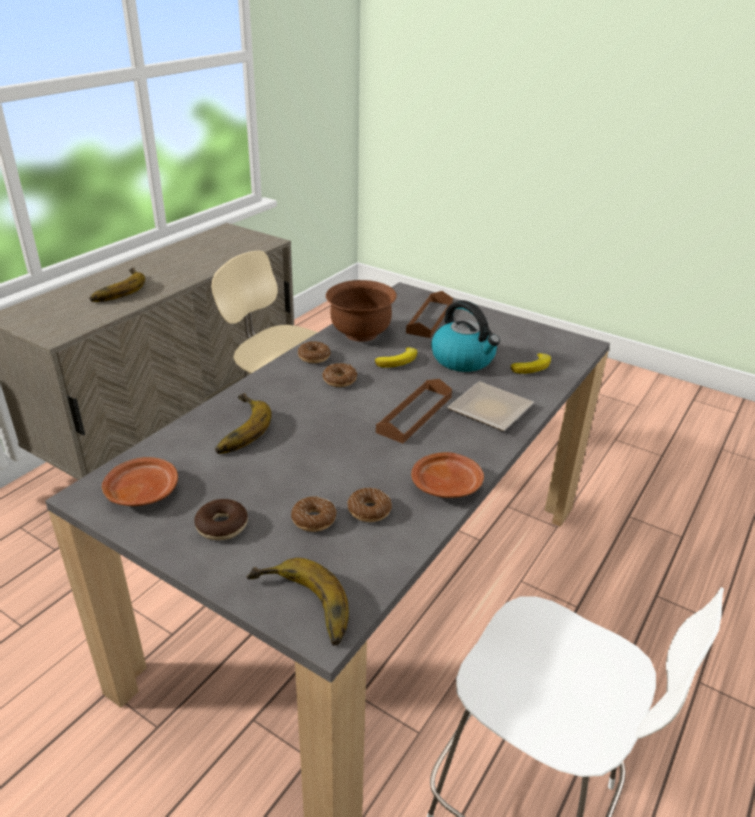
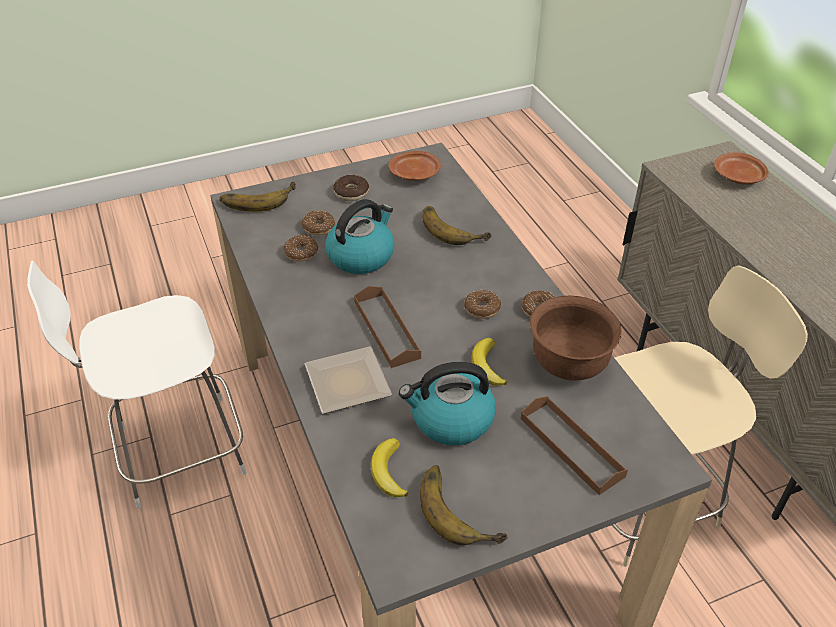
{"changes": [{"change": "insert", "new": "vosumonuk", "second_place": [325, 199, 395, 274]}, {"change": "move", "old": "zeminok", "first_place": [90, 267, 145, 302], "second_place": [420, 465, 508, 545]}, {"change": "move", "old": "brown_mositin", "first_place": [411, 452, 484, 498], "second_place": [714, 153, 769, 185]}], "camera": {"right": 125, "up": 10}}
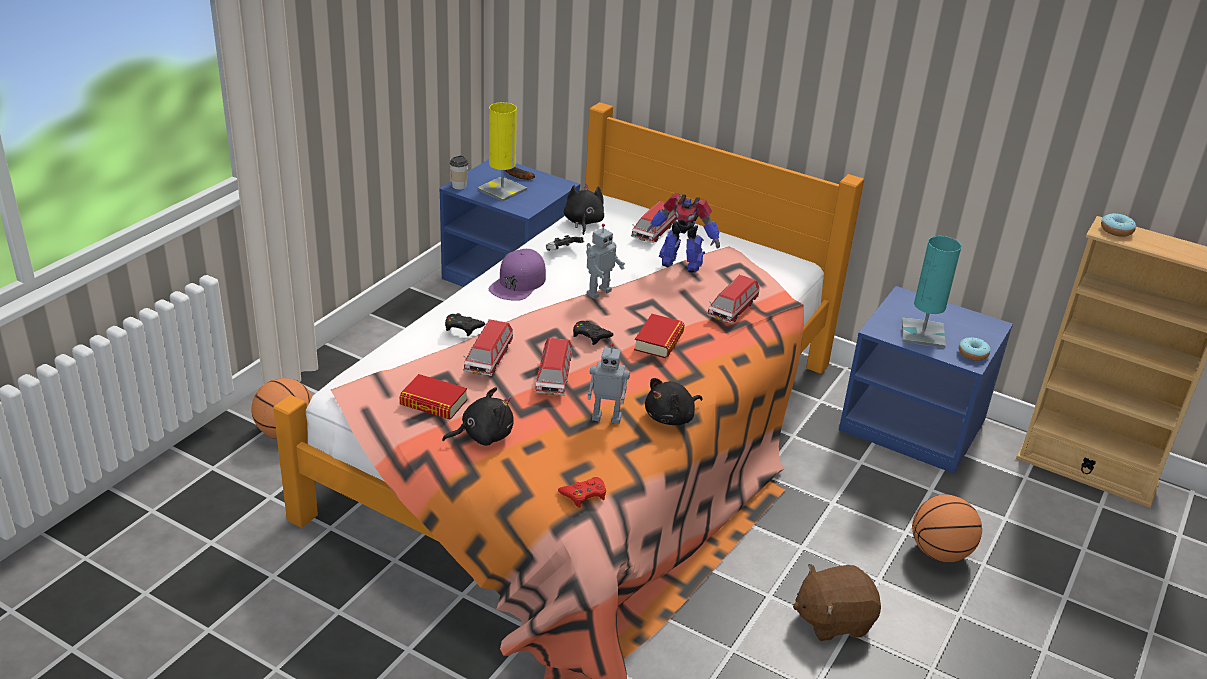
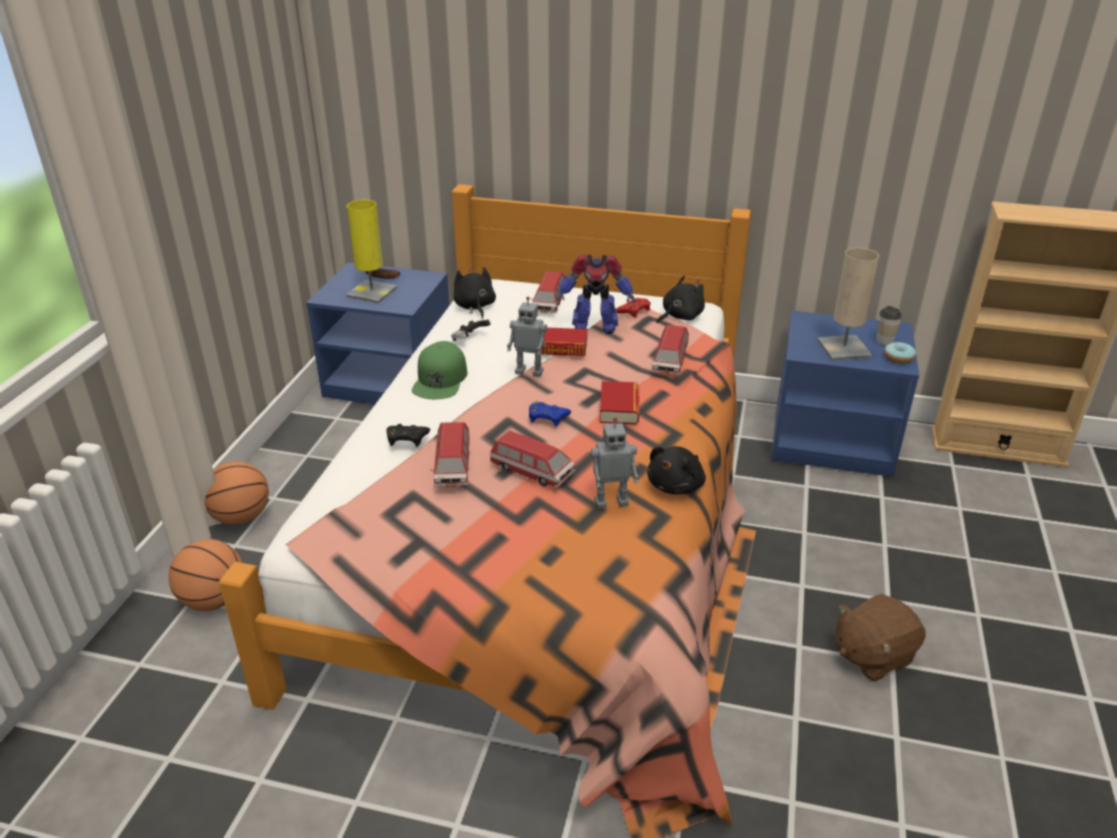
{"changes": [{"change": "move", "old": "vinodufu", "first_place": [912, 494, 982, 563], "second_place": [204, 461, 269, 525]}, {"change": "recolor", "old": "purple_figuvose", "new": "green_figuvose", "first_place": [489, 249, 546, 301], "second_place": [412, 341, 467, 399]}, {"change": "rotate", "old": "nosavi", "first_place": [534, 338, 572, 395], "second_place": [490, 431, 576, 488], "degrees": -45}, {"change": "rotate", "old": "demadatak", "first_place": [586, 224, 625, 299], "second_place": [507, 297, 547, 377], "degrees": 75}, {"change": "recolor", "old": "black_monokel", "new": "blue_monokel", "first_place": [573, 321, 614, 345], "second_place": [529, 402, 571, 427]}, {"change": "move", "old": "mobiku", "first_place": [399, 374, 467, 420], "second_place": [541, 327, 587, 356]}, {"change": "move", "old": "red_monokel", "first_place": [558, 477, 606, 508], "second_place": [615, 298, 651, 318]}, {"change": "move", "old": "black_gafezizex", "first_place": [442, 387, 514, 446], "second_place": [656, 276, 705, 323]}, {"change": "recolor", "old": "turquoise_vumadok", "new": "beige_vumadok", "first_place": [902, 236, 961, 348], "second_place": [817, 248, 879, 360]}, {"change": "move", "old": "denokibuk", "first_place": [450, 156, 469, 190], "second_place": [876, 306, 902, 345]}, {"change": "delete", "old": "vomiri", "first_place": [1101, 213, 1136, 237]}], "camera": {"right": -15, "up": 0}}
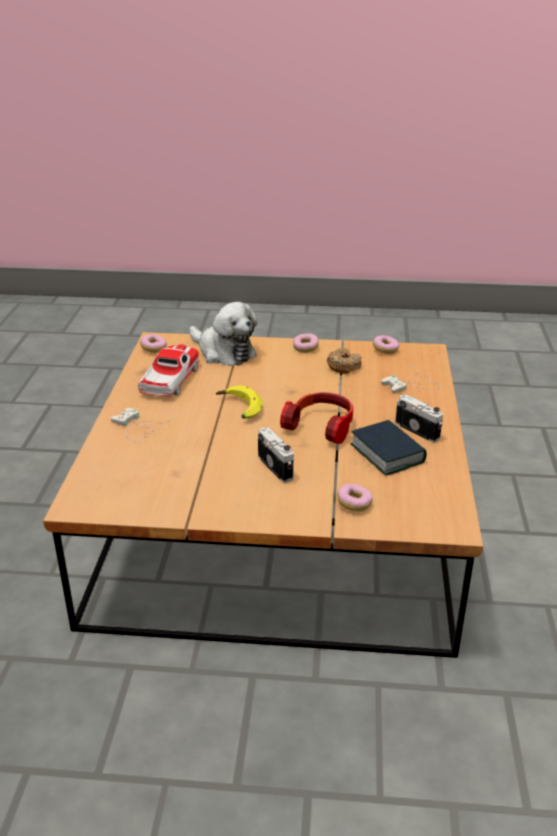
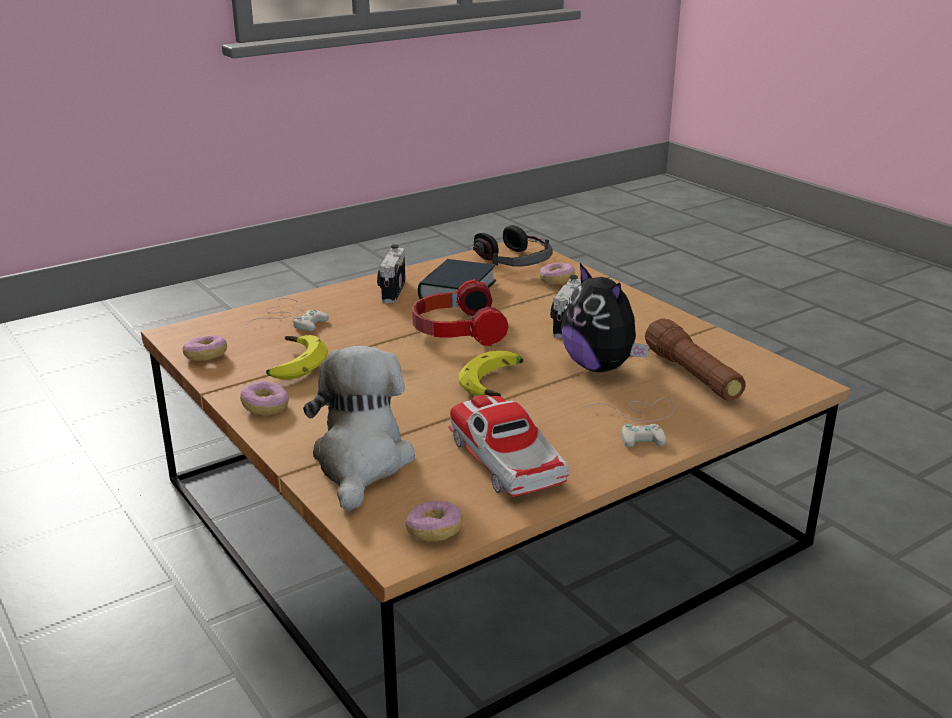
{"changes": [{"change": "replace", "old": "vomiri", "new": "zeminok", "first_place": [327, 348, 362, 374], "second_place": [266, 335, 328, 379]}, {"change": "rotate", "old": "nosavi", "first_place": [138, 344, 200, 397], "second_place": [448, 395, 569, 496], "degrees": 90}, {"change": "insert", "new": "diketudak", "second_place": [473, 225, 553, 267]}, {"change": "insert", "new": "gafezizex", "second_place": [561, 263, 649, 372]}, {"change": "insert", "new": "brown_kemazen", "second_place": [645, 318, 746, 401]}], "camera": {"right": -130, "up": -5}}
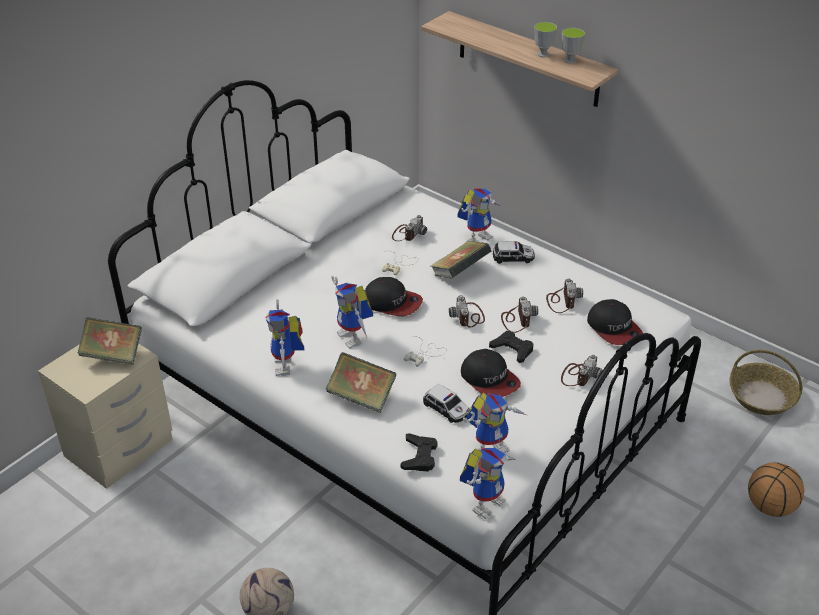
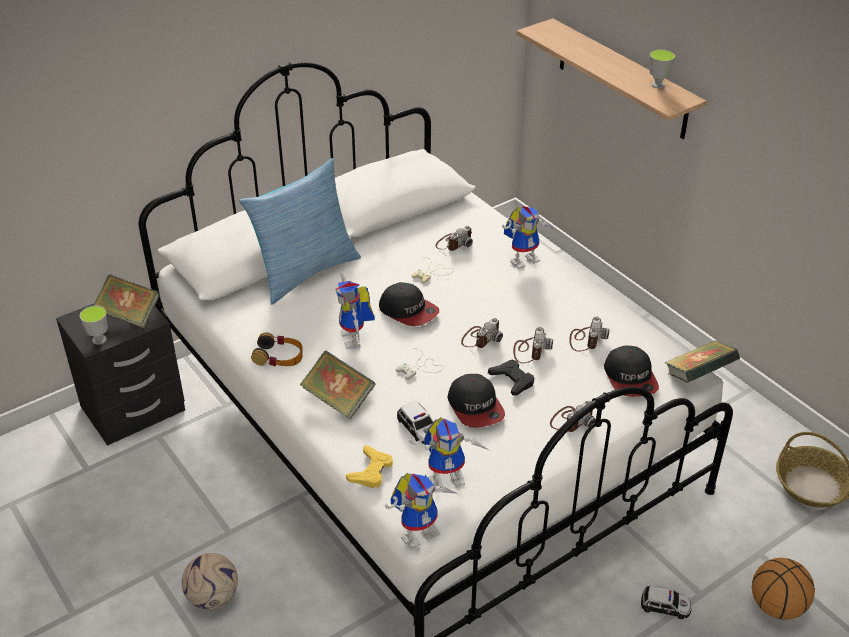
{"changes": [{"change": "recolor", "old": "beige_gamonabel", "new": "black_gamonabel", "first_place": [38, 343, 173, 489], "second_place": [56, 304, 185, 446]}, {"change": "move", "old": "denokibuk", "first_place": [534, 22, 557, 57], "second_place": [80, 306, 108, 345]}, {"change": "insert", "new": "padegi", "second_place": [239, 158, 361, 305]}, {"change": "replace", "old": "demadatak", "new": "diketudak", "first_place": [266, 299, 304, 376], "second_place": [251, 332, 303, 366]}, {"change": "recolor", "old": "black_monokel", "new": "yellow_monokel", "first_place": [400, 433, 438, 471], "second_place": [346, 445, 393, 488]}, {"change": "rotate", "old": "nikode", "first_place": [449, 295, 485, 328], "second_place": [461, 318, 503, 348], "degrees": -150}, {"change": "move", "old": "nosavi", "first_place": [493, 241, 535, 264], "second_place": [641, 585, 692, 619]}, {"change": "move", "old": "mobiku", "first_place": [431, 241, 492, 278], "second_place": [665, 341, 740, 383]}], "camera": {"right": 15, "up": 0}}
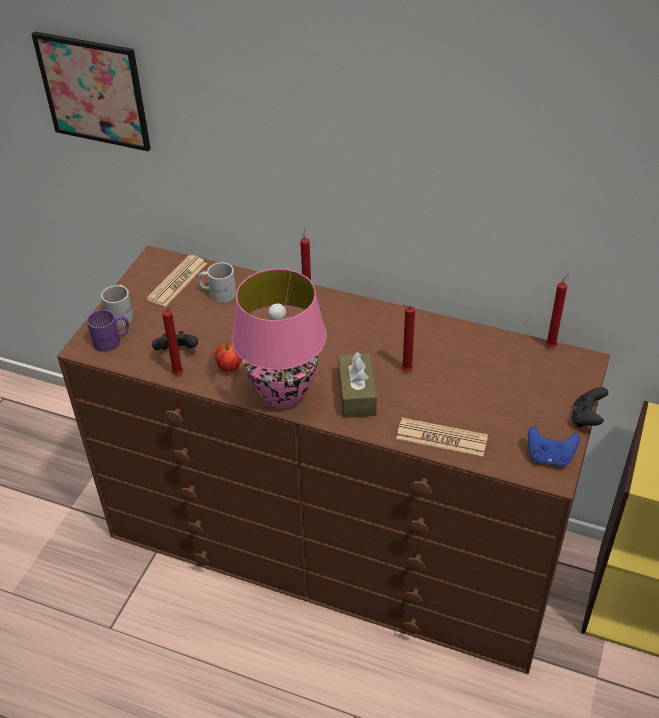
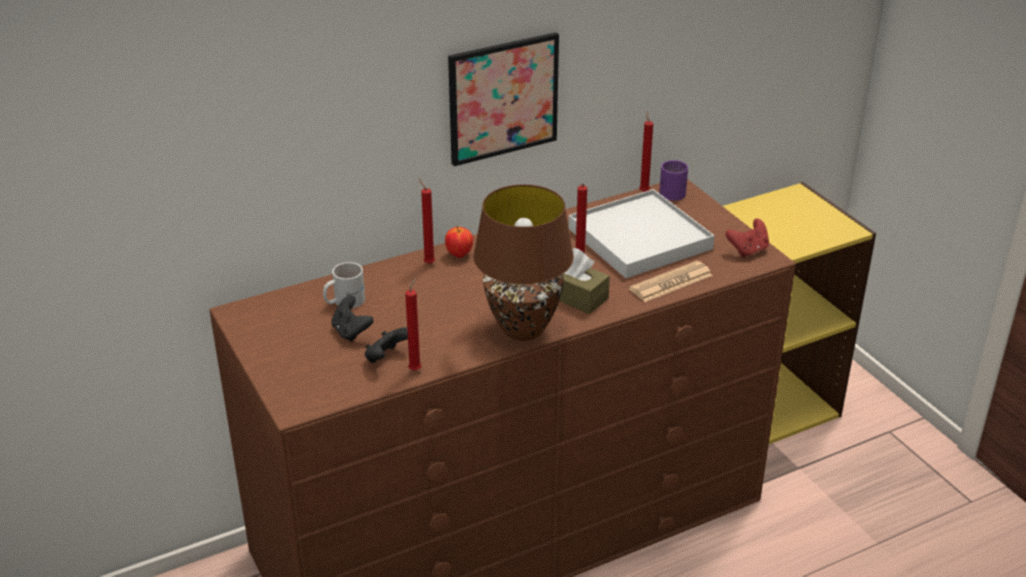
{"changes": [{"change": "move", "old": "black_monokel", "first_place": [571, 387, 608, 427], "second_place": [331, 295, 374, 342]}, {"change": "move", "old": "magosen", "first_place": [215, 343, 241, 372], "second_place": [445, 226, 473, 258]}, {"change": "move", "old": "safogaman", "first_place": [31, 31, 151, 151], "second_place": [448, 32, 559, 166]}, {"change": "recolor", "old": "pink_vumadok", "new": "brown_vumadok", "first_place": [232, 269, 327, 408], "second_place": [473, 184, 574, 341]}, {"change": "insert", "new": "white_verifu", "second_place": [568, 189, 715, 278]}, {"change": "move", "old": "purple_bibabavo", "first_place": [87, 310, 129, 352], "second_place": [659, 160, 688, 201]}, {"change": "recolor", "old": "blue_monokel", "new": "red_monokel", "first_place": [528, 426, 580, 466], "second_place": [726, 218, 769, 257]}, {"change": "delete", "old": "white_bibabavo", "first_place": [101, 285, 134, 326]}, {"change": "delete", "old": "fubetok", "first_place": [147, 255, 207, 307]}], "camera": {"right": -50, "up": -10}}
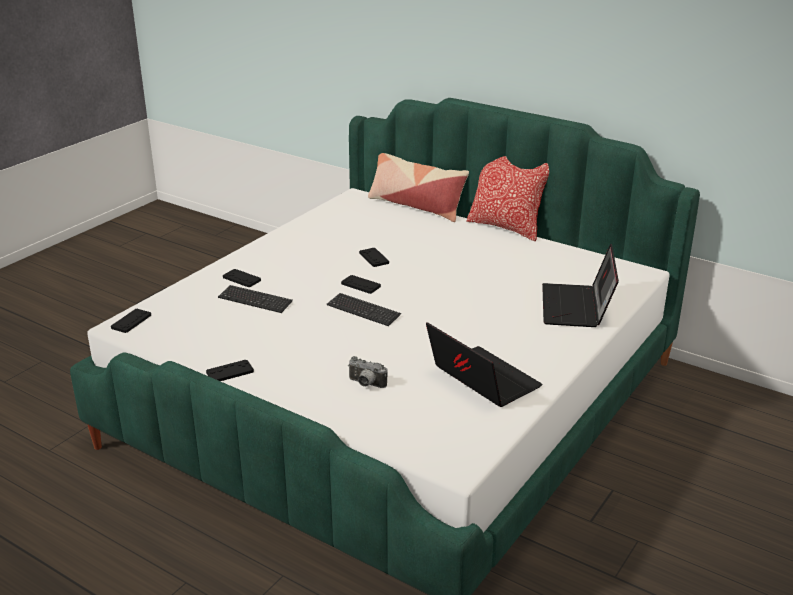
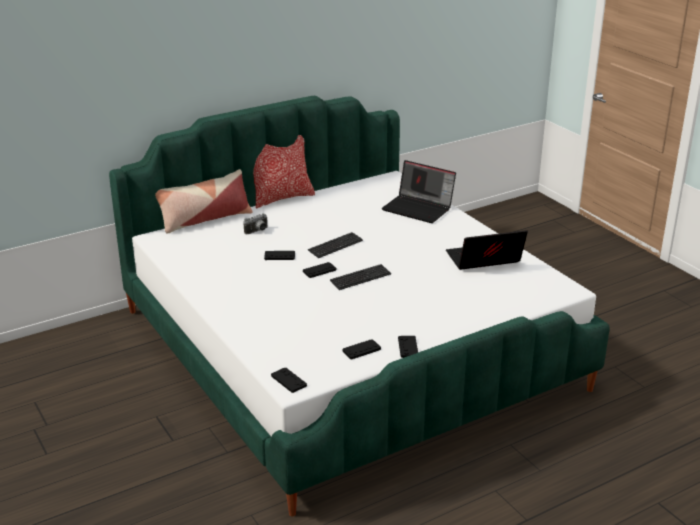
{"changes": [{"change": "move", "old": "nikode", "first_place": [348, 356, 388, 388], "second_place": [243, 213, 268, 234]}, {"change": "move", "old": "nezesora", "first_place": [218, 285, 293, 313], "second_place": [308, 232, 363, 258]}, {"change": "move", "old": "black_monokel", "first_place": [223, 269, 261, 287], "second_place": [342, 339, 381, 359]}], "camera": {"right": -65, "up": 0}}
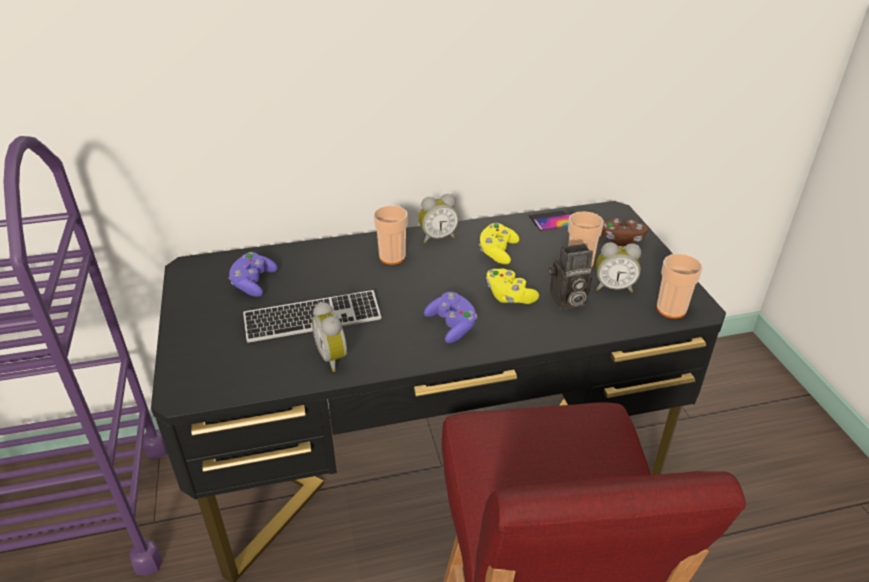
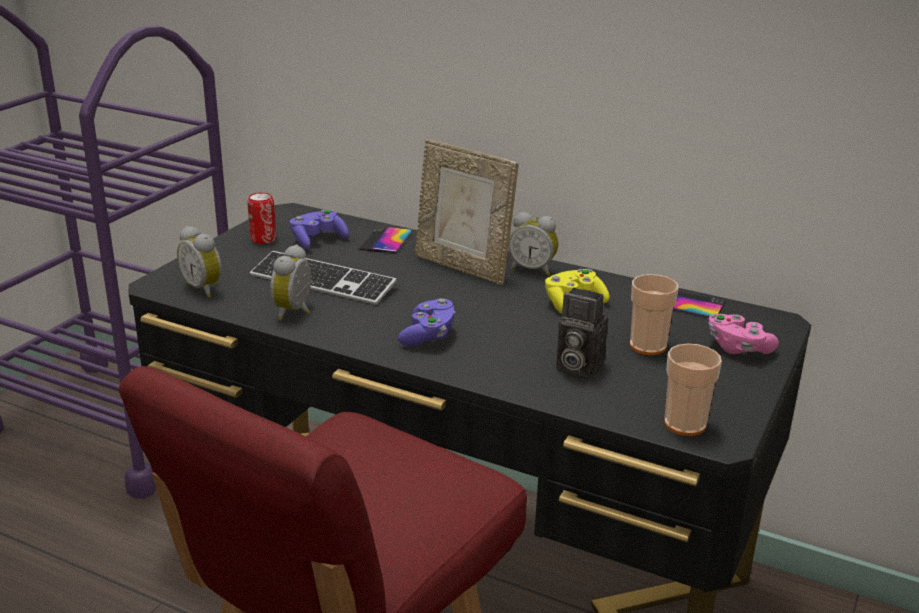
{"changes": [{"change": "move", "old": "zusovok", "first_place": [596, 242, 641, 293], "second_place": [177, 226, 222, 298]}, {"change": "insert", "new": "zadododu", "second_place": [247, 192, 276, 244]}, {"change": "insert", "new": "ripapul", "second_place": [358, 227, 413, 253]}, {"change": "replace", "old": "denokibuk", "new": "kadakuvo", "first_place": [374, 206, 408, 265], "second_place": [415, 139, 518, 285]}, {"change": "recolor", "old": "brown_monokel", "new": "pink_monokel", "first_place": [601, 218, 648, 246], "second_place": [709, 314, 779, 354]}, {"change": "delete", "old": "yellow_monokel", "first_place": [486, 269, 539, 304]}], "camera": {"right": 40, "up": -10}}
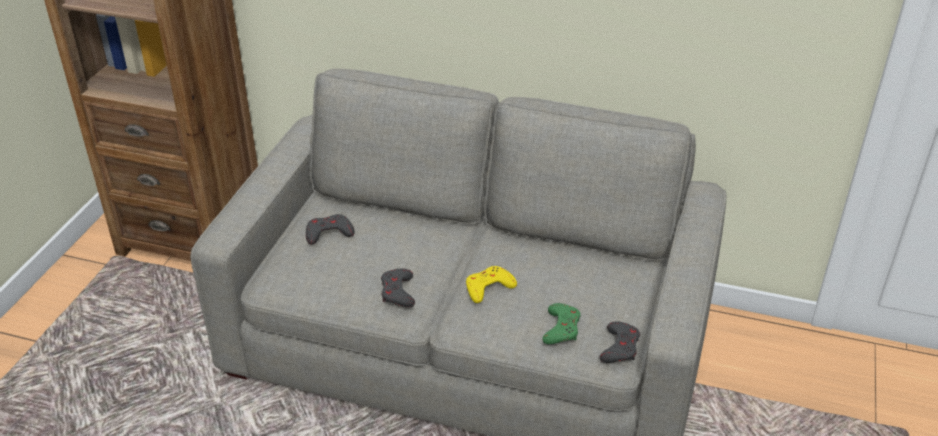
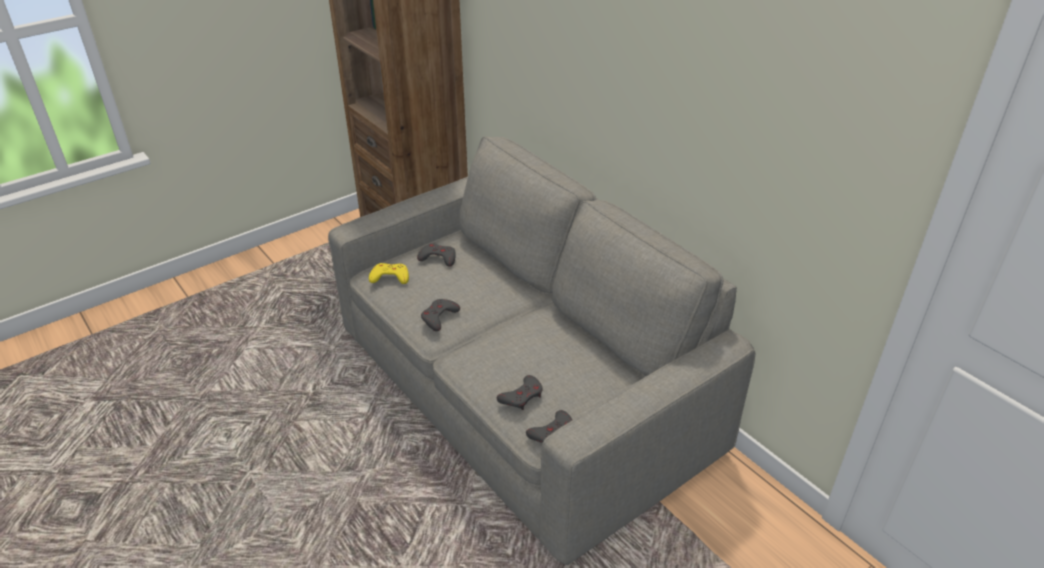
{"changes": [{"change": "move", "old": "yellow_monokel", "first_place": [466, 266, 517, 303], "second_place": [369, 263, 409, 284]}, {"change": "recolor", "old": "green_monokel", "new": "grey_monokel", "first_place": [542, 303, 581, 344], "second_place": [497, 375, 543, 410]}], "camera": {"right": 35, "up": 0}}
